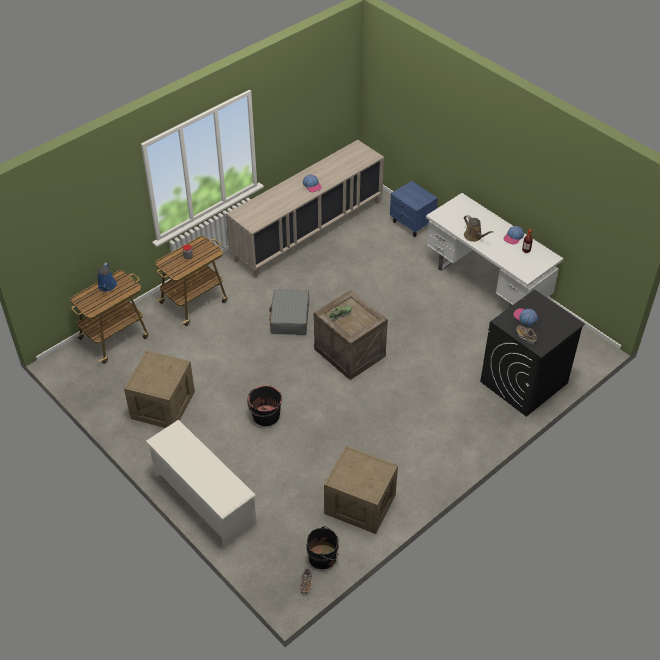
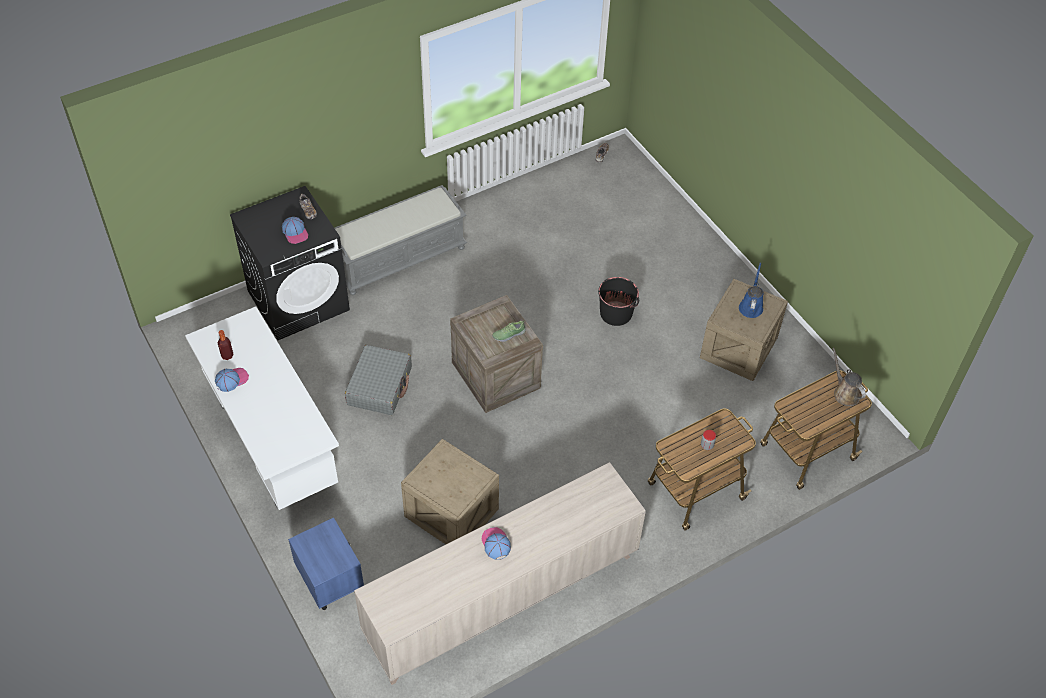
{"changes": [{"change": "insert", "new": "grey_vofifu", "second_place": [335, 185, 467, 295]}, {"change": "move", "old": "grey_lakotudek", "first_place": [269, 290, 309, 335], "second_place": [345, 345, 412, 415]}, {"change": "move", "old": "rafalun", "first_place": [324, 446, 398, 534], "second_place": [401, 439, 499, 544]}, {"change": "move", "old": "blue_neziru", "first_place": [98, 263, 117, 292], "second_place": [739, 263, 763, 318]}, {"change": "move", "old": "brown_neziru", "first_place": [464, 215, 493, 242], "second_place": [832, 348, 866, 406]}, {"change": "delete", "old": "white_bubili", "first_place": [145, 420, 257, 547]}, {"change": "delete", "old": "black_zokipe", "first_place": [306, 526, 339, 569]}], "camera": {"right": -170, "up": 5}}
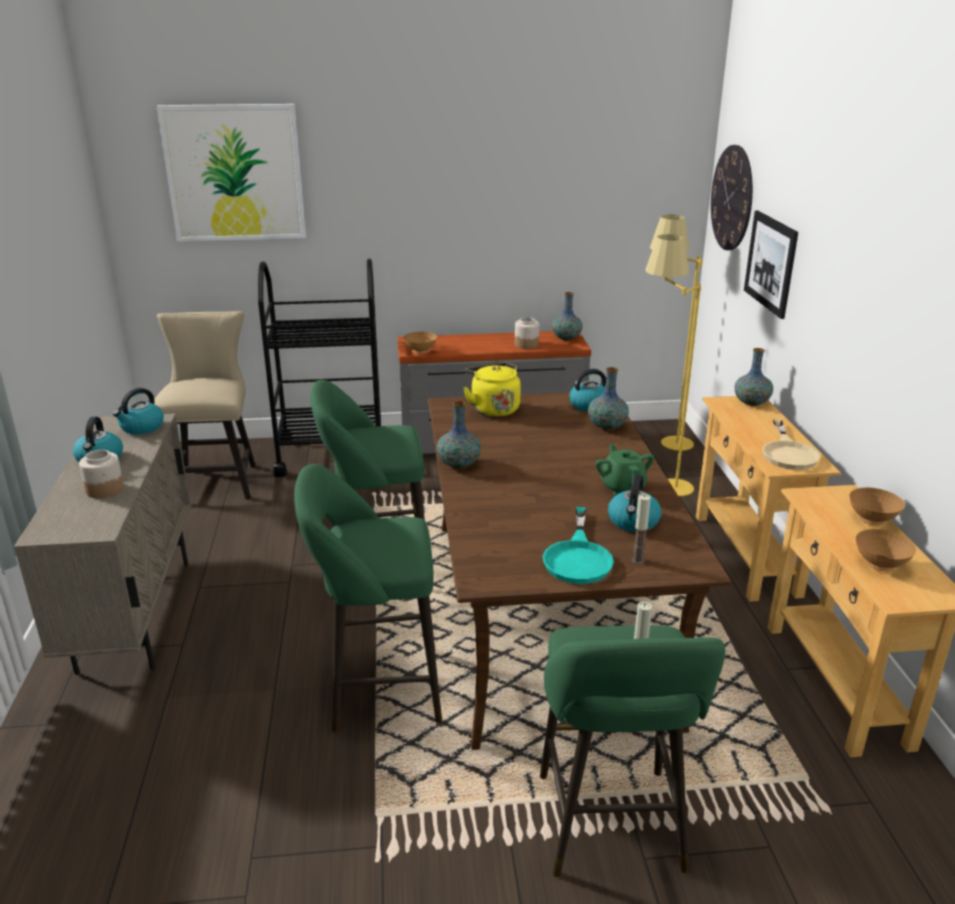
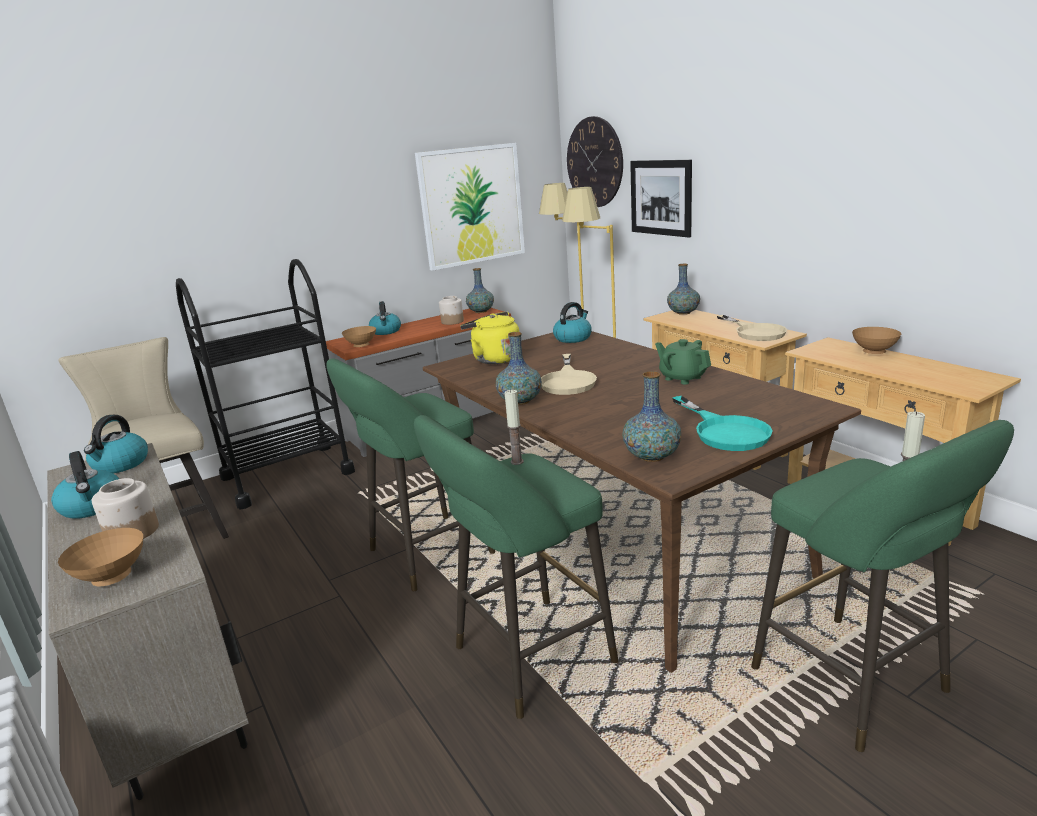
{"changes": [{"change": "move", "old": "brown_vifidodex", "first_place": [856, 529, 916, 572], "second_place": [58, 528, 143, 586]}, {"change": "move", "old": "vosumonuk", "first_place": [608, 474, 661, 532], "second_place": [369, 301, 401, 335]}, {"change": "move", "old": "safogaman", "first_place": [157, 104, 306, 241], "second_place": [415, 143, 525, 271]}, {"change": "move", "old": "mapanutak", "first_place": [632, 494, 651, 564], "second_place": [504, 389, 524, 465]}, {"change": "insert", "new": "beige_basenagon", "second_place": [541, 354, 597, 395]}, {"change": "move", "old": "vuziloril", "first_place": [588, 367, 629, 430], "second_place": [622, 371, 681, 462]}], "camera": {"right": -25, "up": -5}}
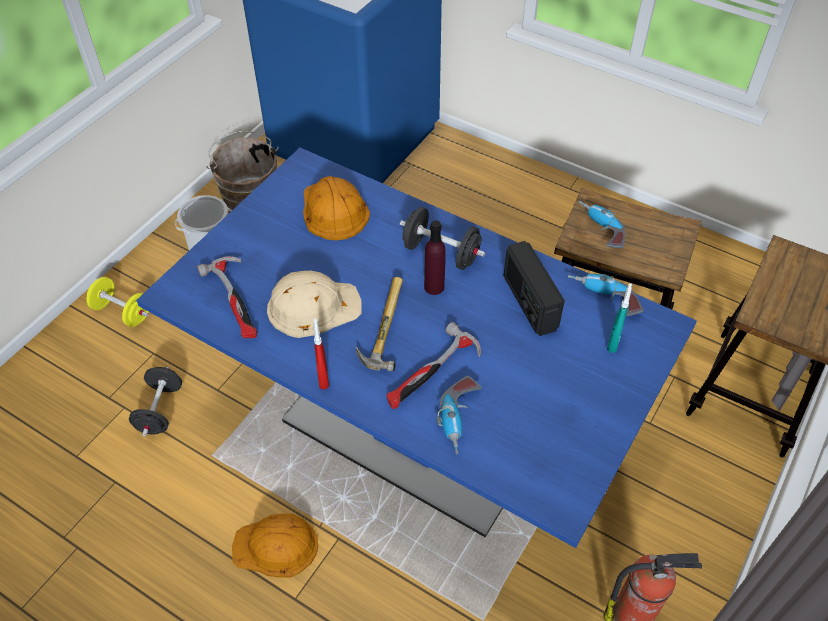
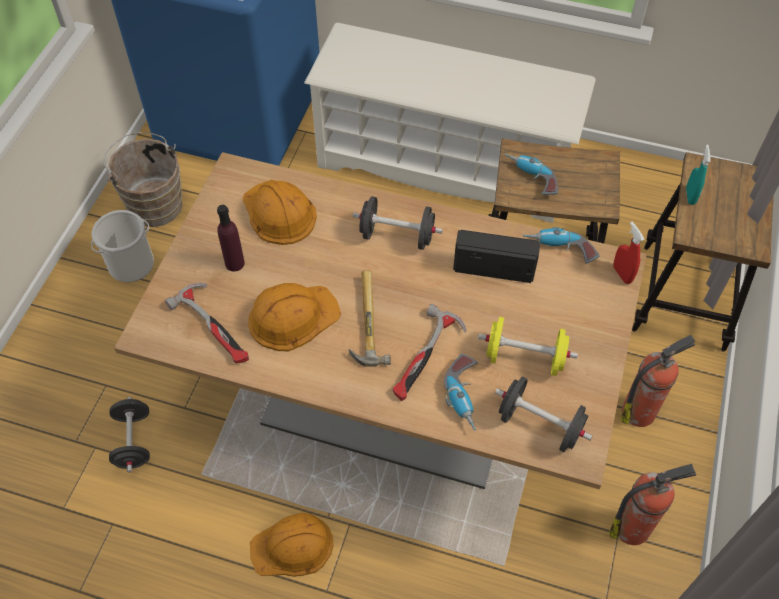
{"changes": [{"change": "recolor", "old": "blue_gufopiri", "new": "brown_gufopiri", "first_place": [136, 148, 697, 548], "second_place": [114, 152, 647, 489]}, {"change": "move", "old": "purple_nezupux", "first_place": [424, 220, 446, 295], "second_place": [217, 205, 245, 271]}, {"change": "recolor", "old": "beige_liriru", "new": "orange_liriru", "first_place": [267, 271, 362, 338], "second_place": [248, 283, 341, 351]}, {"change": "insert", "new": "white_bubili", "second_place": [304, 23, 596, 223]}, {"change": "rotate", "old": "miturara", "first_place": [503, 241, 565, 336], "second_place": [453, 230, 540, 283], "degrees": 135}, {"change": "move", "old": "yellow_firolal", "first_place": [86, 277, 149, 327], "second_place": [478, 317, 578, 376]}, {"change": "insert", "new": "black_firolal", "second_place": [495, 376, 593, 452]}, {"change": "move", "old": "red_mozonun", "first_place": [313, 319, 329, 389], "second_place": [613, 222, 645, 284]}, {"change": "insert", "new": "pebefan", "second_place": [621, 335, 695, 427]}, {"change": "move", "old": "turquoise_mozonun", "first_place": [607, 283, 632, 353], "second_place": [686, 145, 711, 205]}], "camera": {"right": -15, "up": 5}}
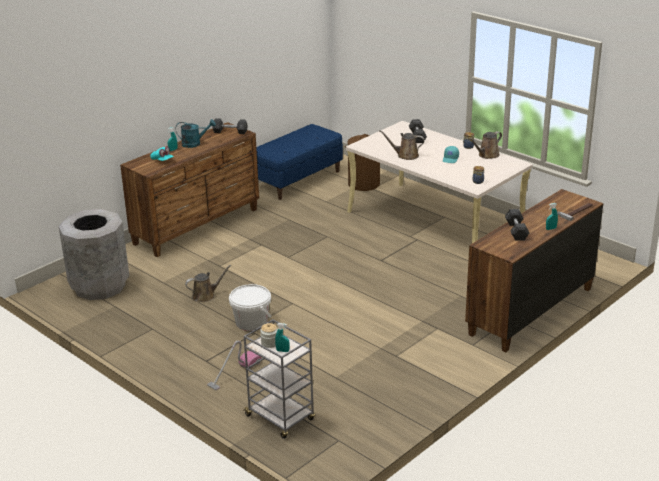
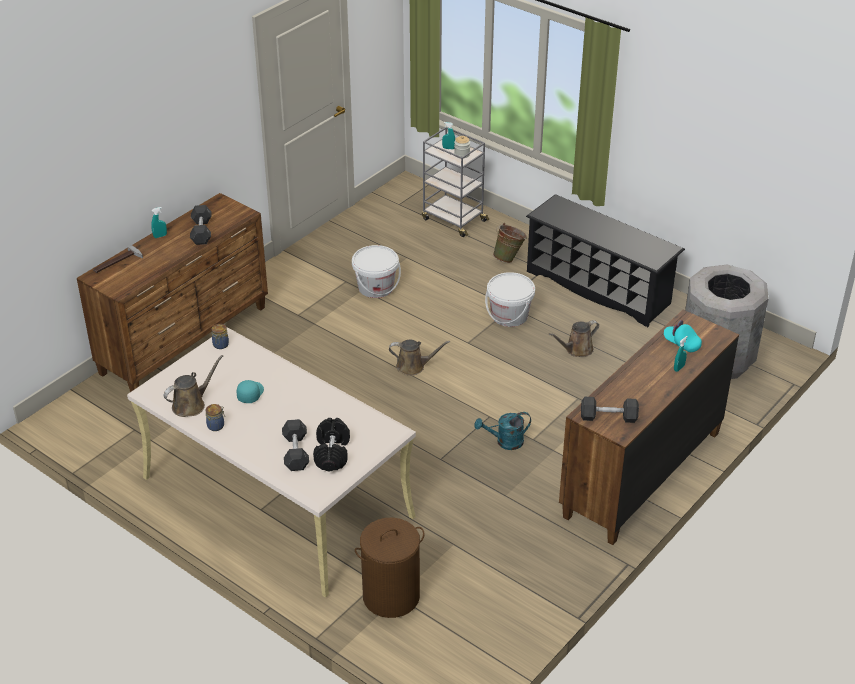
{"changes": [{"change": "insert", "new": "black_firolal", "second_place": [313, 418, 350, 472]}, {"change": "insert", "new": "white_zokipe", "second_place": [352, 245, 401, 298]}, {"change": "move", "old": "brown_neziru", "first_place": [379, 130, 425, 160], "second_place": [389, 340, 450, 376]}, {"change": "move", "old": "turquoise_neziru", "first_place": [175, 119, 216, 148], "second_place": [475, 412, 531, 450]}, {"change": "replace", "old": "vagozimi", "new": "green_zokipe", "first_place": [207, 341, 262, 390], "second_place": [493, 223, 527, 263]}, {"change": "insert", "new": "black_bubili", "second_place": [526, 194, 685, 327]}, {"change": "delete", "old": "blue_vofifu", "first_place": [256, 124, 343, 200]}], "camera": {"right": 175, "up": 10}}
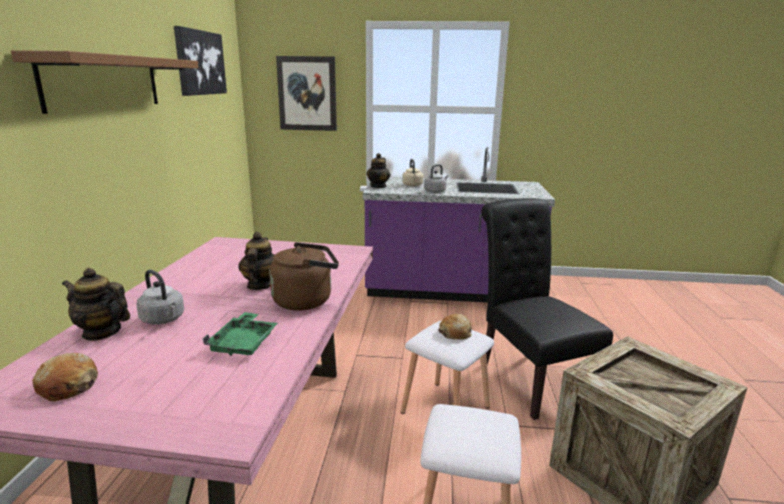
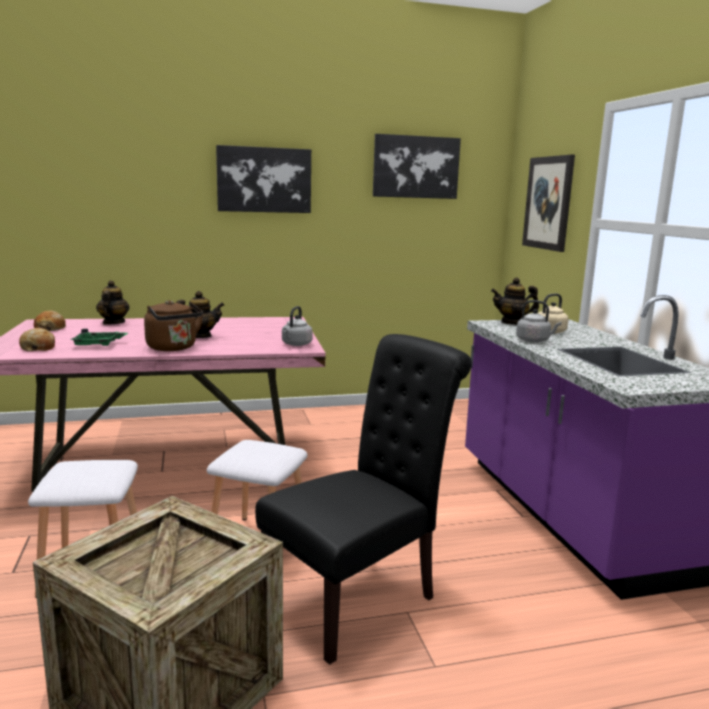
{"changes": [{"change": "move", "old": "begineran", "first_place": [438, 314, 472, 340], "second_place": [19, 328, 55, 351]}, {"change": "replace", "old": "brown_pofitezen", "new": "safogaman", "first_place": [11, 50, 199, 114], "second_place": [216, 145, 311, 213]}, {"change": "move", "old": "grey_vosumonuk", "first_place": [136, 270, 184, 325], "second_place": [282, 306, 313, 346]}], "camera": {"right": 70, "up": -5}}
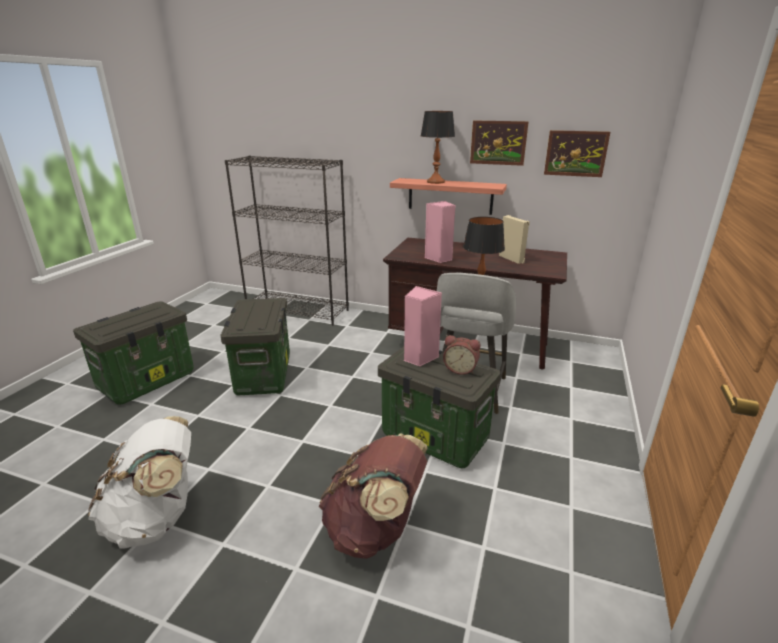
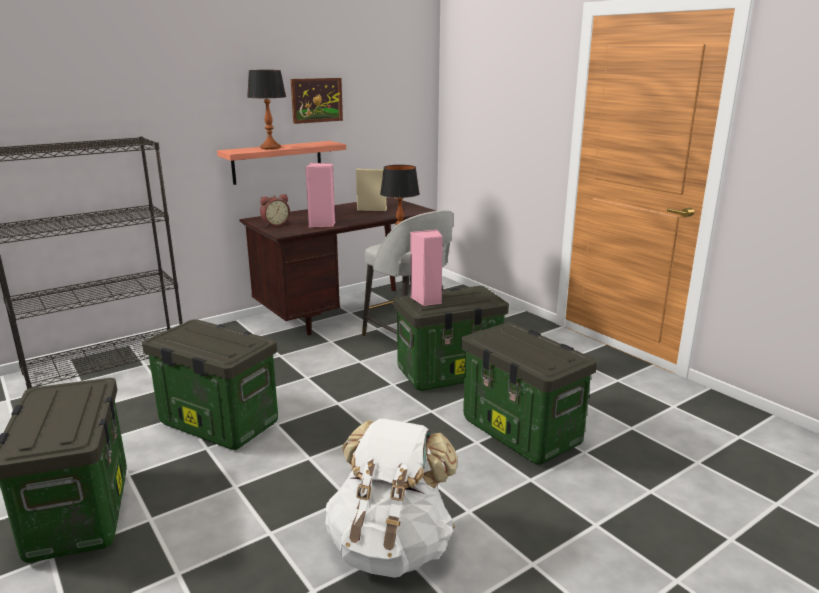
{"changes": [{"change": "move", "old": "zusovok", "first_place": [443, 335, 480, 375], "second_place": [260, 194, 290, 227]}, {"change": "replace", "old": "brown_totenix", "new": "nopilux", "first_place": [318, 434, 428, 559], "second_place": [461, 322, 597, 465]}, {"change": "delete", "old": "safogaman", "first_place": [544, 130, 610, 177]}], "camera": {"right": -55, "up": -5}}
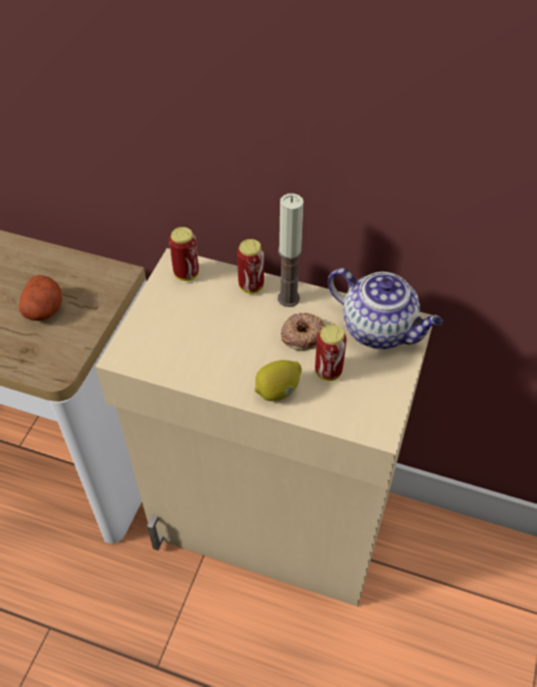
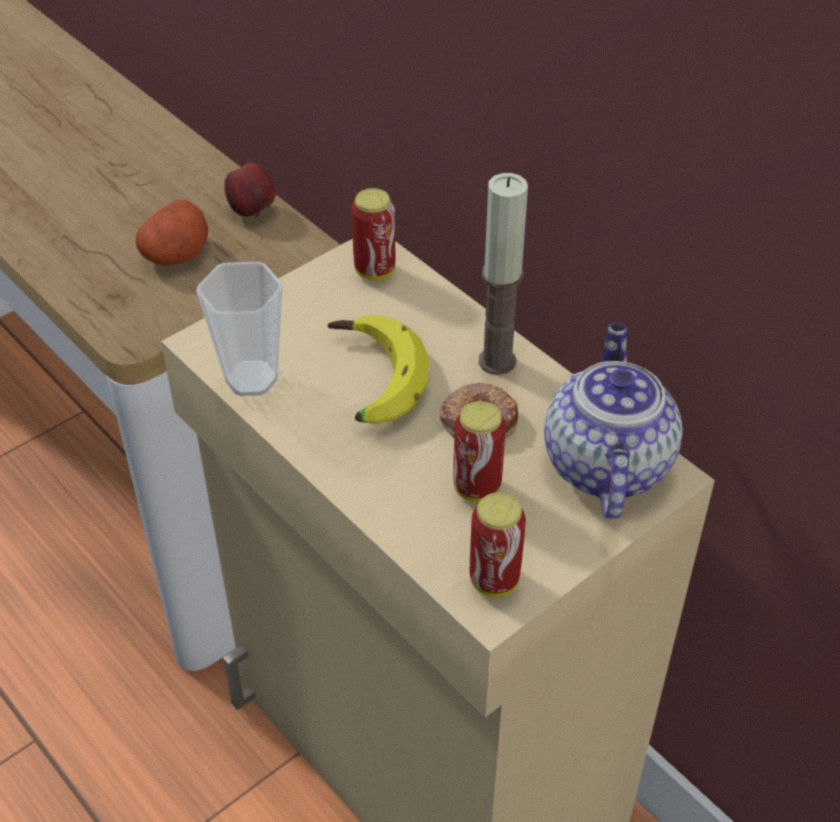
{"changes": [{"change": "insert", "new": "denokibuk", "second_place": [196, 262, 283, 396]}, {"change": "insert", "new": "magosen", "second_place": [225, 163, 276, 217]}, {"change": "insert", "new": "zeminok", "second_place": [328, 315, 429, 424]}, {"change": "move", "old": "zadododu", "first_place": [237, 239, 264, 294], "second_place": [470, 492, 526, 597]}, {"change": "rotate", "old": "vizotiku", "first_place": [328, 268, 443, 349], "second_place": [544, 323, 683, 519], "degrees": -150}, {"change": "delete", "old": "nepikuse", "first_place": [255, 360, 302, 401]}], "camera": {"right": 30, "up": -5}}
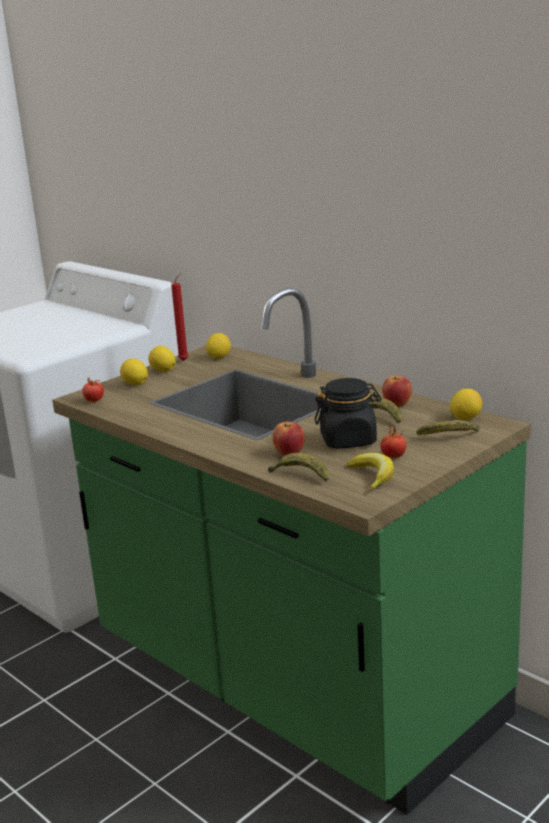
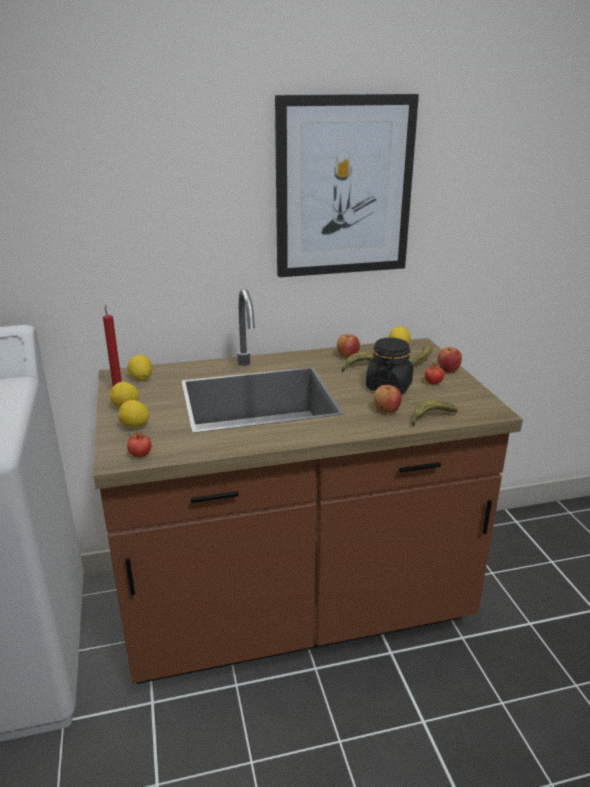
{"changes": [{"change": "recolor", "old": "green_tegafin", "new": "brown_tegafin", "first_place": [52, 288, 531, 815], "second_place": [93, 288, 523, 684]}, {"change": "insert", "new": "safogaman", "second_place": [275, 94, 419, 277]}, {"change": "insert", "new": "magosen", "second_place": [438, 347, 462, 373]}, {"change": "delete", "old": "zeminok", "first_place": [347, 453, 394, 491]}], "camera": {"right": -60, "up": 5}}
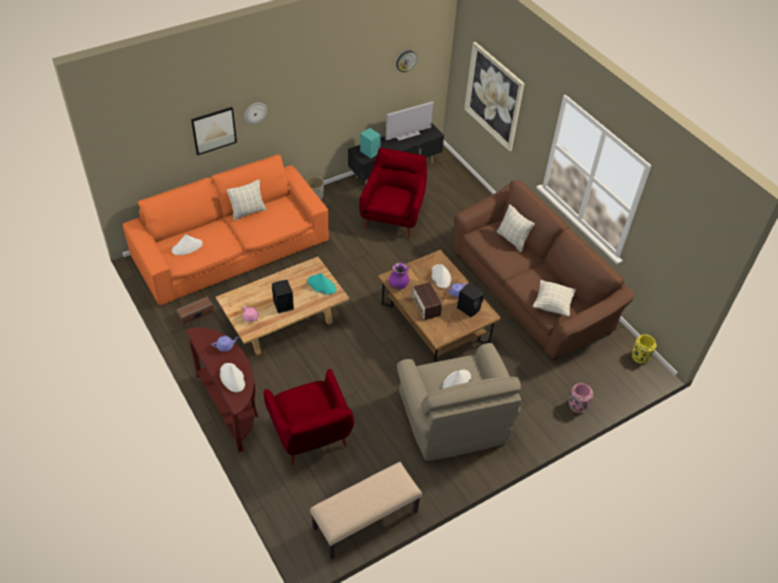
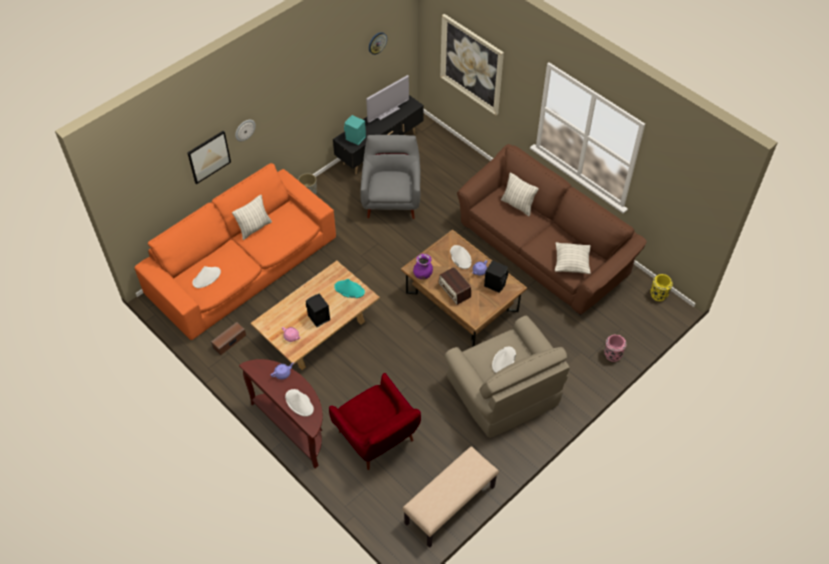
{"changes": [{"change": "recolor", "old": "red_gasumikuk", "new": "grey_gasumikuk", "first_place": [359, 148, 427, 238], "second_place": [360, 135, 421, 219]}], "camera": {"right": -10, "up": 5}}
